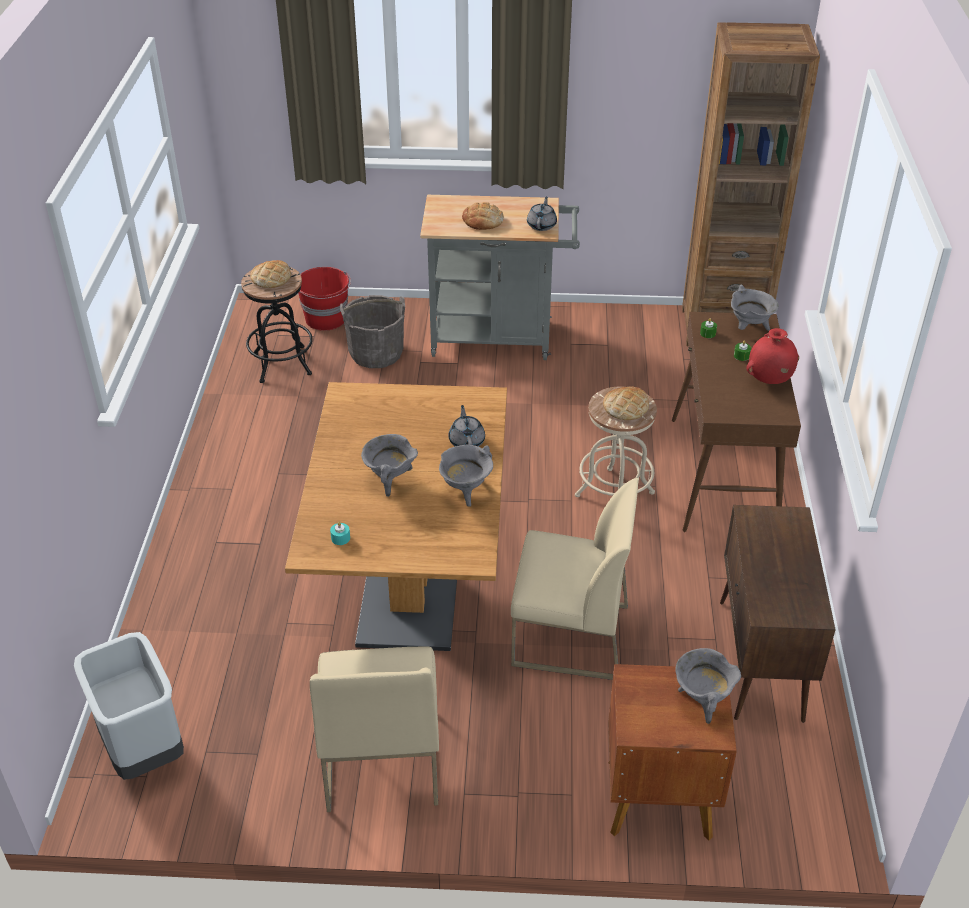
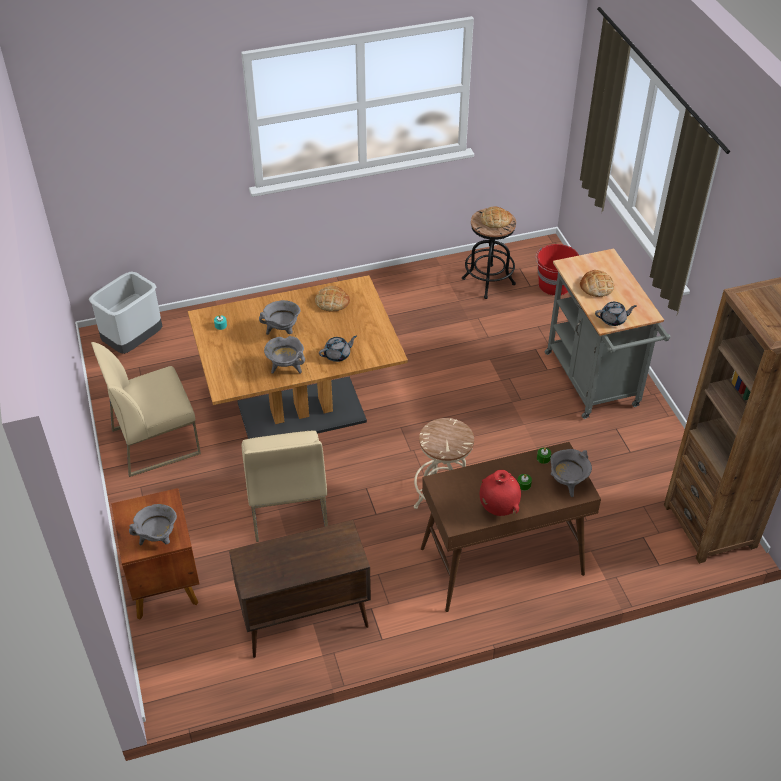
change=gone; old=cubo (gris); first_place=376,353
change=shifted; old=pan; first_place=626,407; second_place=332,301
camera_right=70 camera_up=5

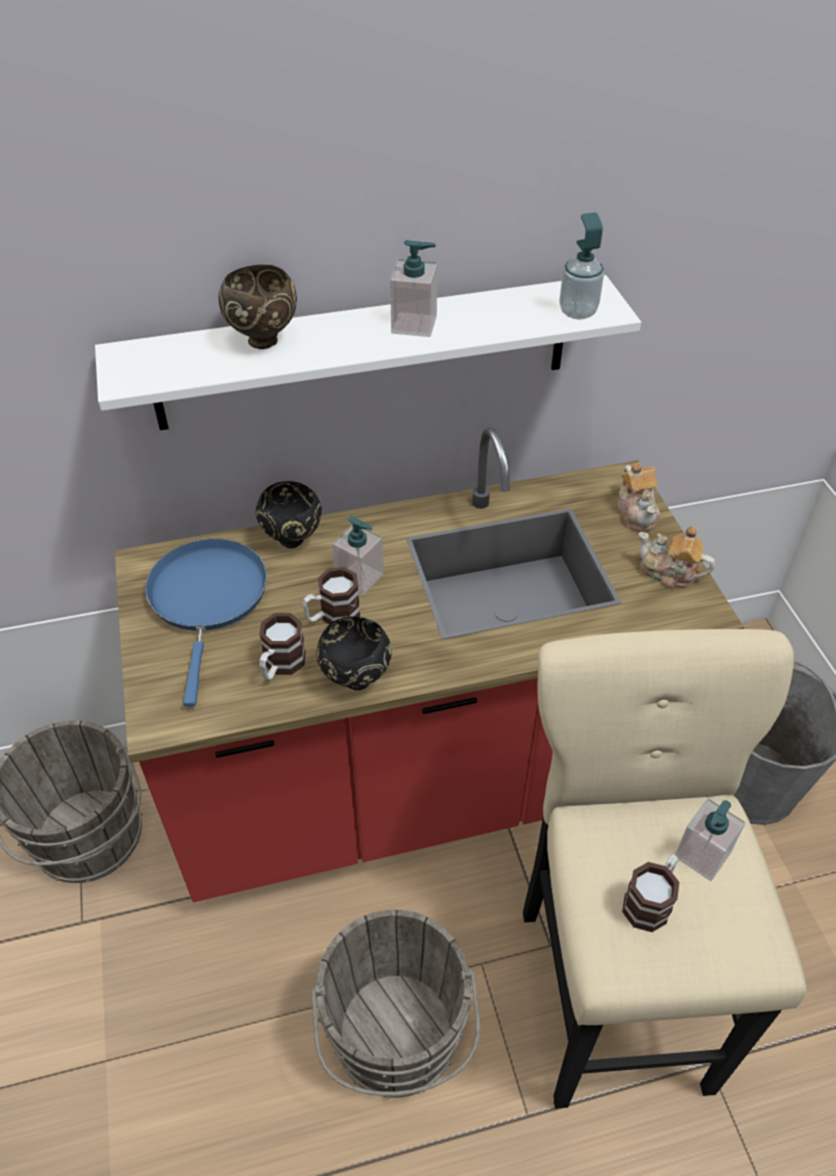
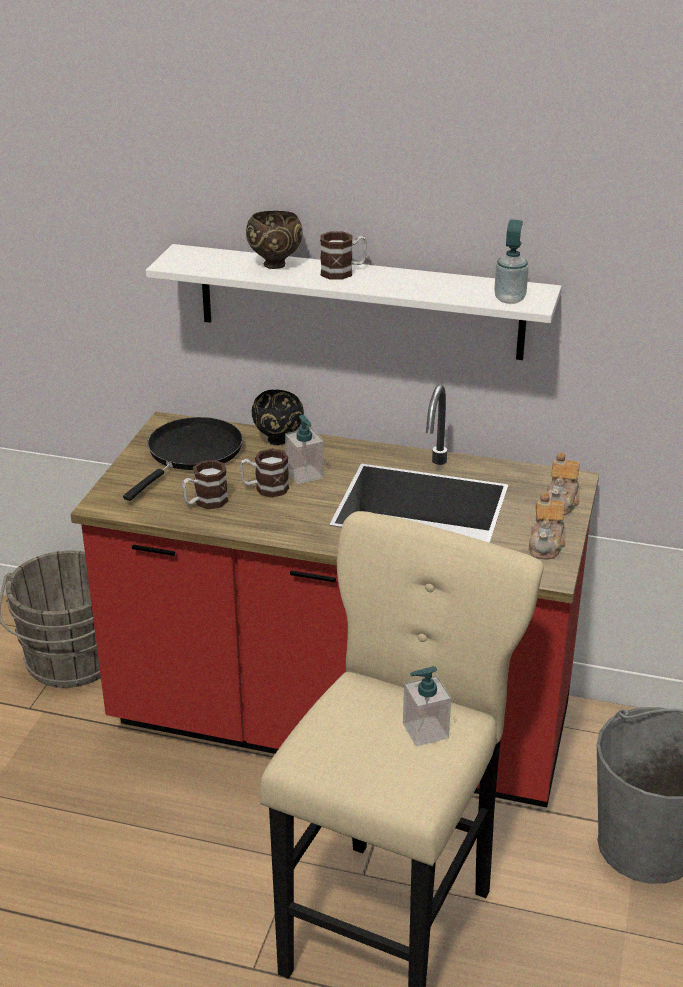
change=repainted; old=sartén (azul); new=sartén (negro); first_place=208,598; second_place=191,454
change=gone; old=cubo (gris); first_place=396,1042
change=gone; old=cuenco (negro); first_place=354,679
change=gone; old=dispensador de jabón; first_place=414,324
change=shifted; old=taza grande; first_place=650,901; second_place=343,272
change=rotated; old=tetera; first_place=669,573; second_place=546,544; degrees=-135
camera_right=30 camera_up=-15

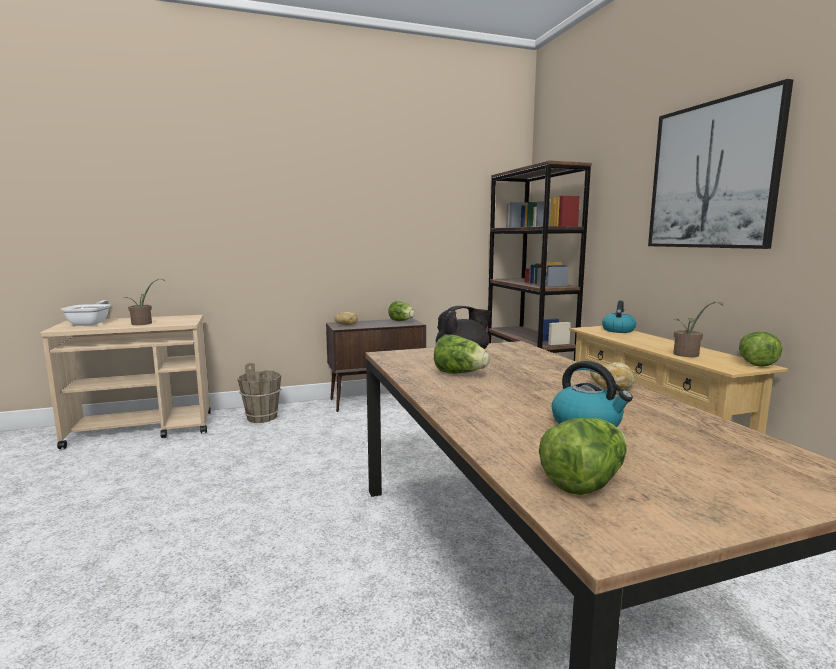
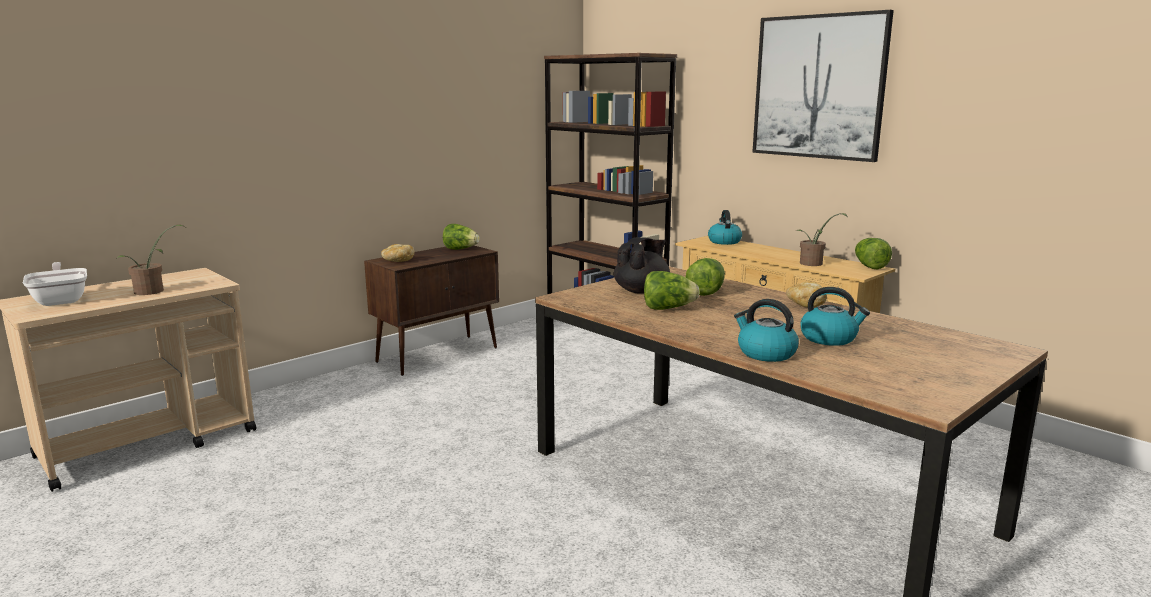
change=gone; old=cubo (marrón); first_place=262,417
change=shifted; old=lechuga; first_place=584,482; second_place=706,292
change=new; new=hervidor; second_place=765,353
camera_right=-25 camera_up=5

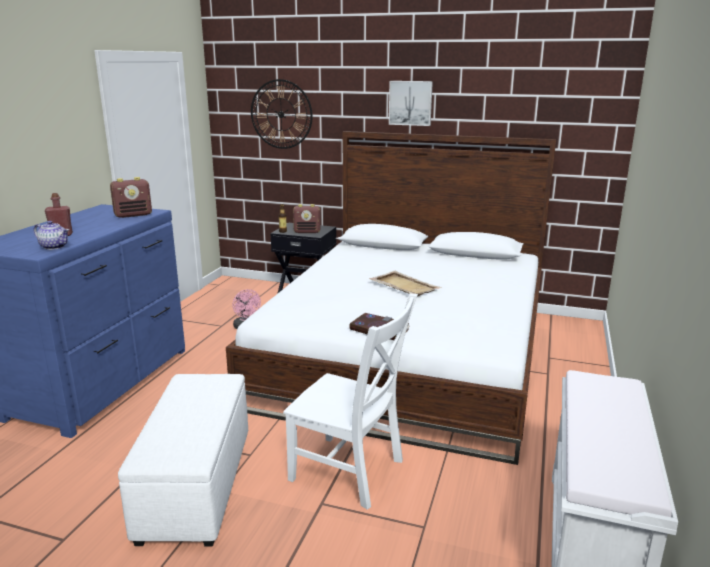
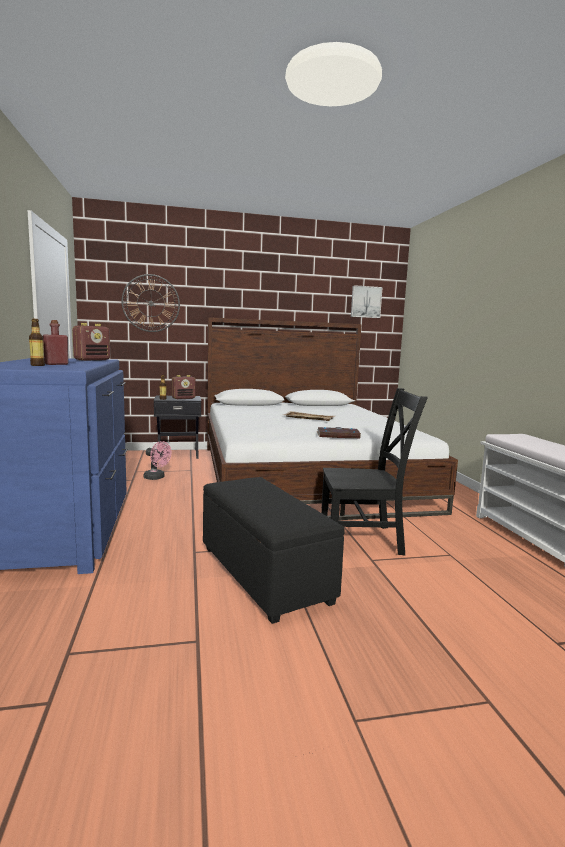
change=gone; old=tetera; first_place=54,247
change=repainted; old=puf (blanco); new=puf (negro); first_place=196,484; second_place=263,573
change=repainted; old=silla (blanco); new=silla (negro); first_place=351,472; second_place=364,540
change=shifted; old=cuadro; first_place=410,103; second_place=365,302
change=new; new=botella; second_place=37,365
camera_right=-30 camera_up=-10

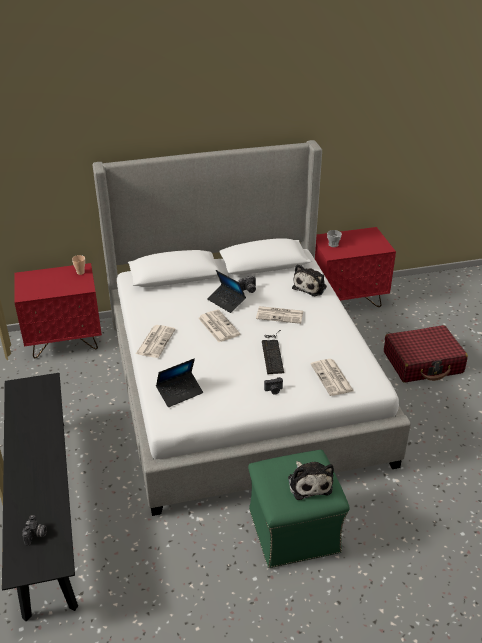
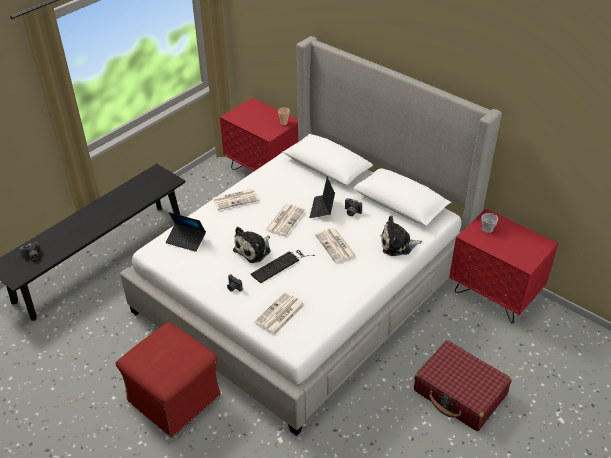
change=repainted; old=puf (verde); new=puf (rojo); first_place=295,530; second_place=175,398
change=shifted; old=peluche; first_place=309,483; second_place=254,250
camera_right=55 camera_up=5

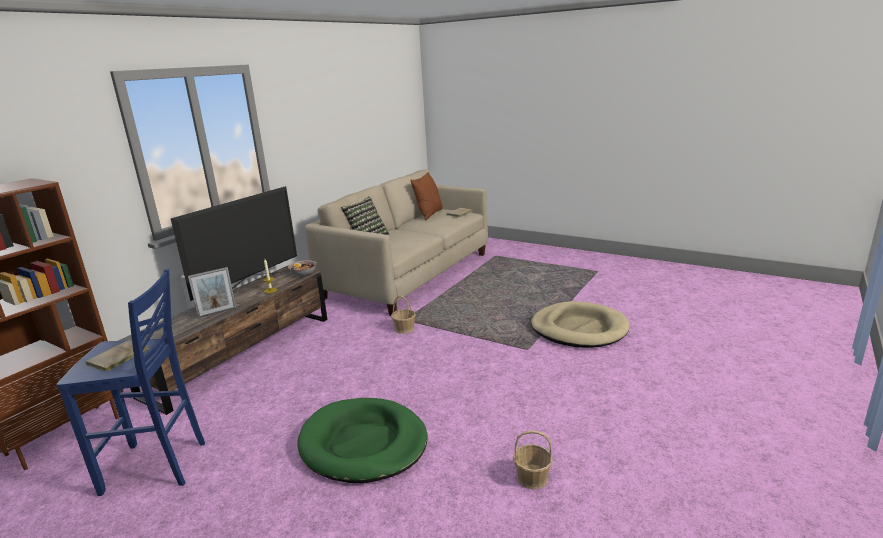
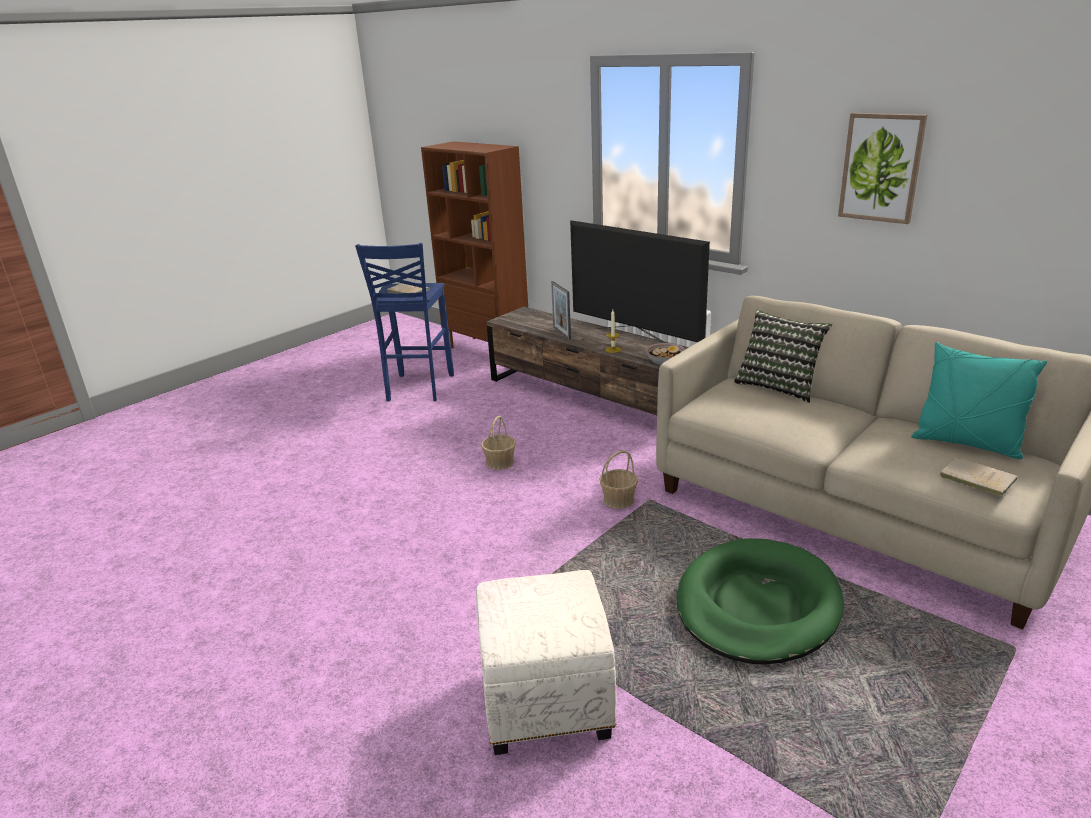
change=shifted; old=cama para perro (verde); first_place=363,444; second_place=757,606
change=repainted; old=cojín (marrón); new=cojín (turquesa); first_place=429,214; second_place=966,444
change=shifted; old=cesta; first_place=532,477; second_place=500,462
change=swapped; old=cama para perro (beis); new=puf (blanco); first_place=579,329; second_place=548,703
change=new; new=cuadro; second_place=881,167
camera_right=100 camera_up=5

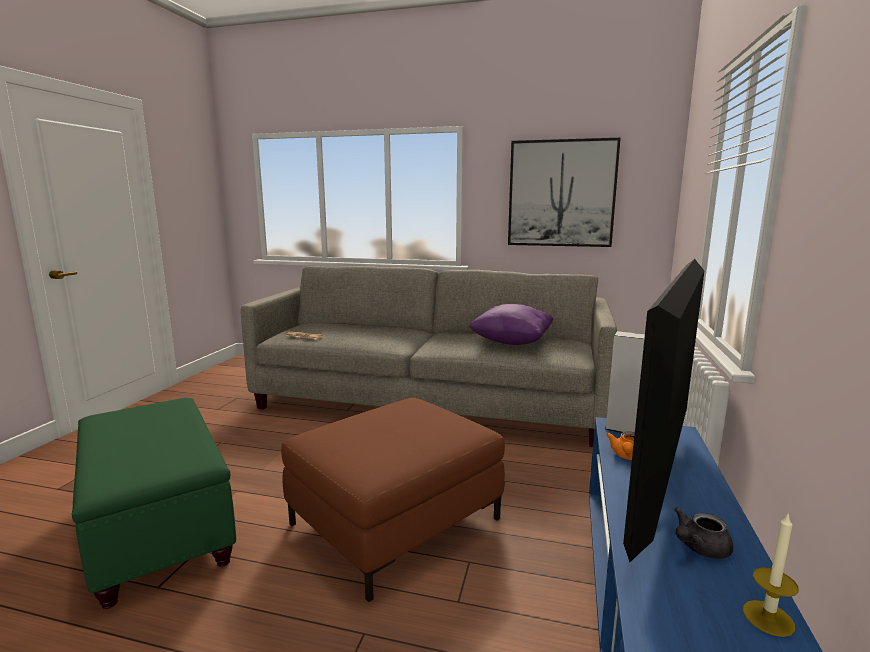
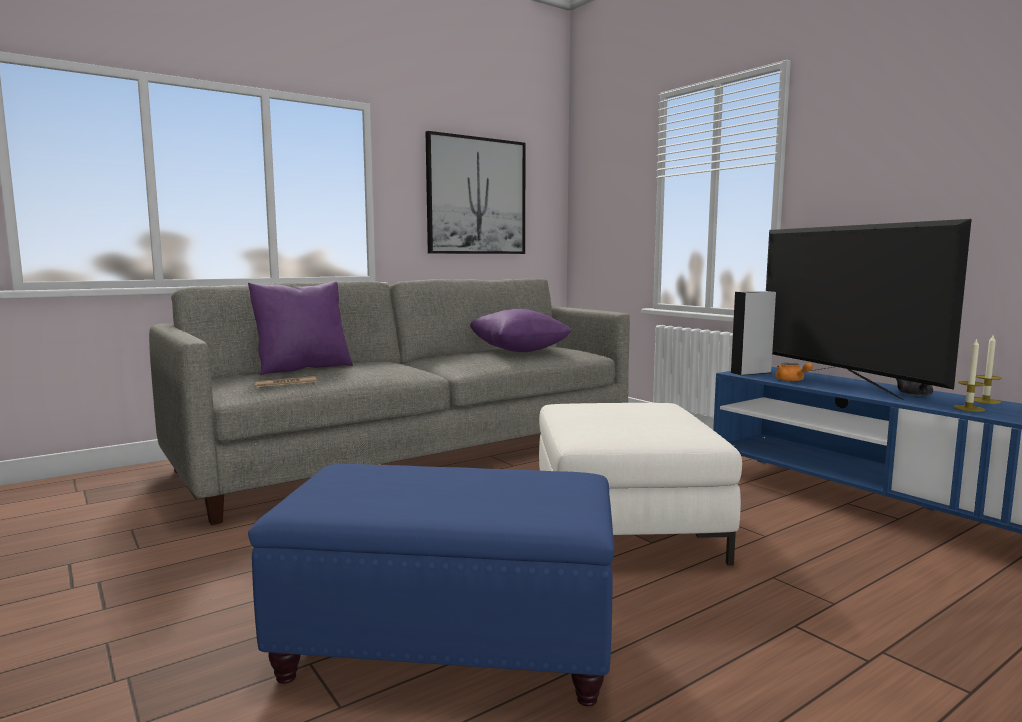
change=repainted; old=puf (verde); new=puf (azul); first_place=159,528; second_place=446,644
change=repainted; old=puf (marrón); new=puf (blanco); first_place=396,521; second_place=624,525
change=new; new=cojín (morado); second_place=302,368
change=new; new=vela; second_place=968,408
camera_right=-50 camera_up=-5

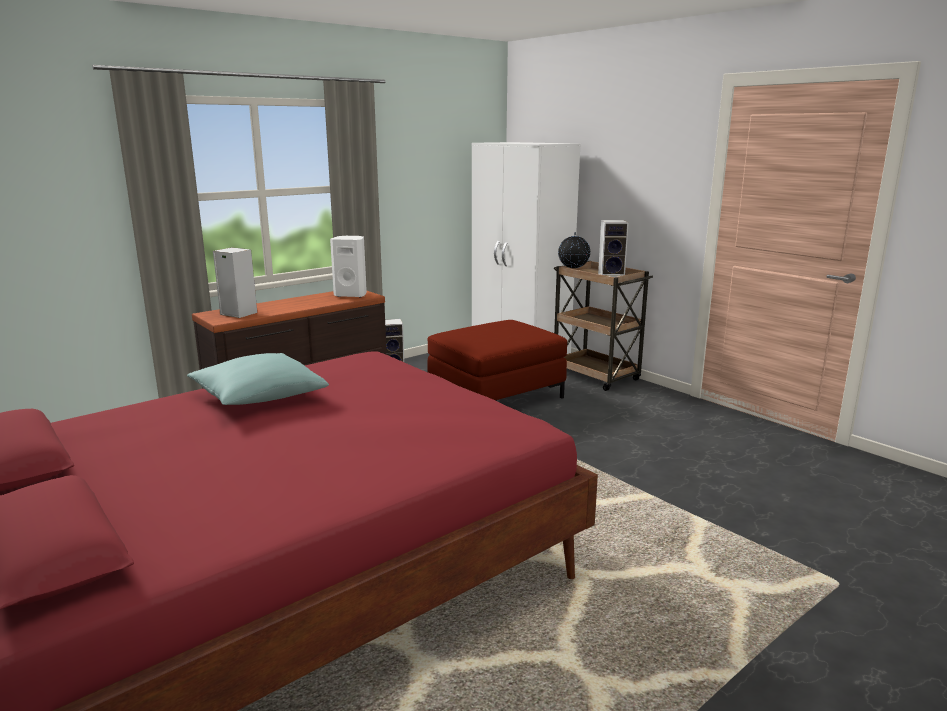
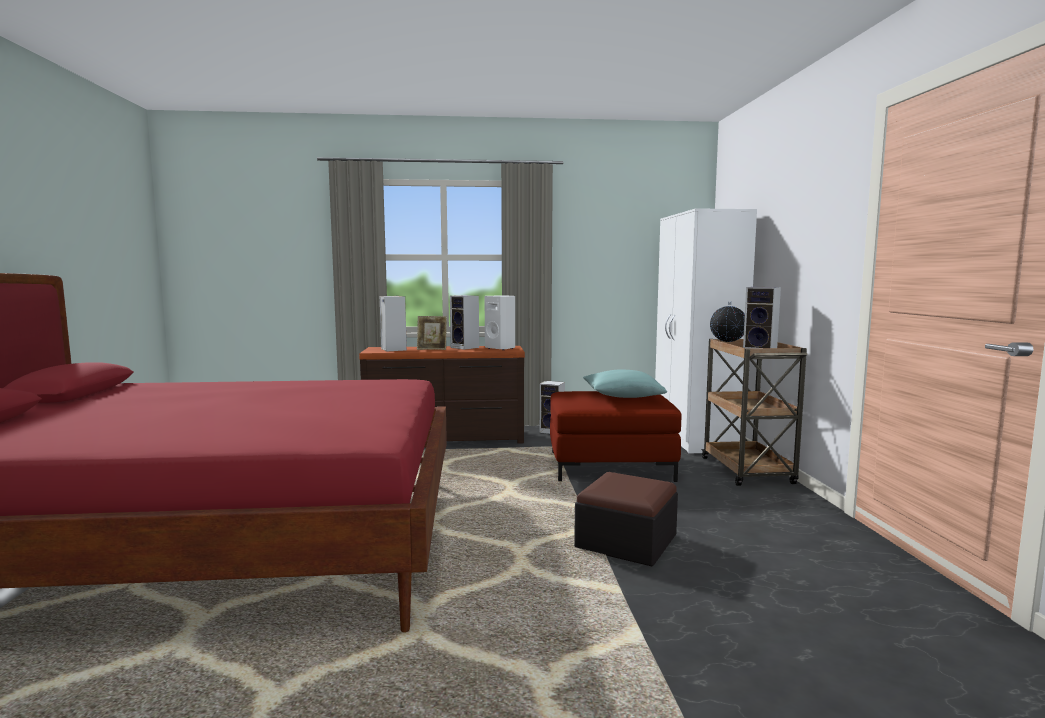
change=shifted; old=cojín (turquesa); first_place=258,397; second_place=622,396
change=new; new=portarretratos; second_place=432,349
change=new; new=altavoz; second_place=466,347
change=new; new=puf; second_place=626,541
camera_right=35 camera_up=-10

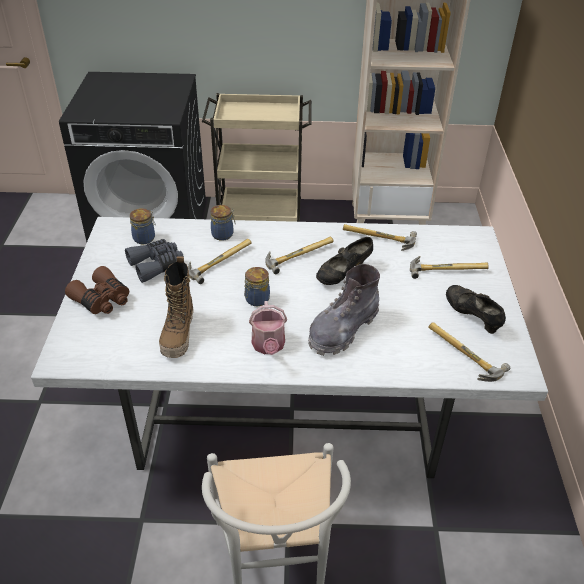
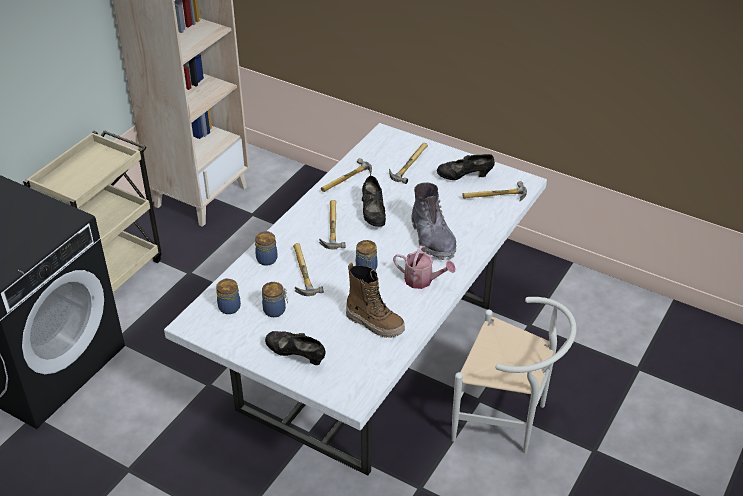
change=swapped; old=prismáticos (marrón); new=zapato (negro); first_place=102,300; second_place=296,356
change=swapped; old=prismáticos (gris); new=tarro; first_place=156,265; second_place=275,310
camera_right=-60 camera_up=0

